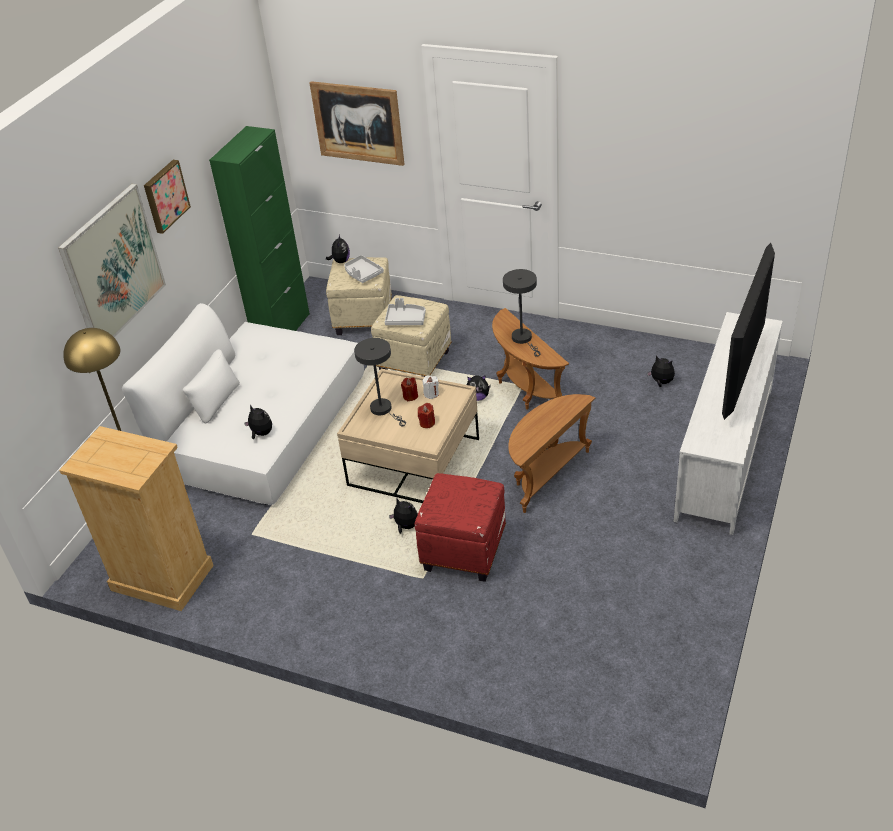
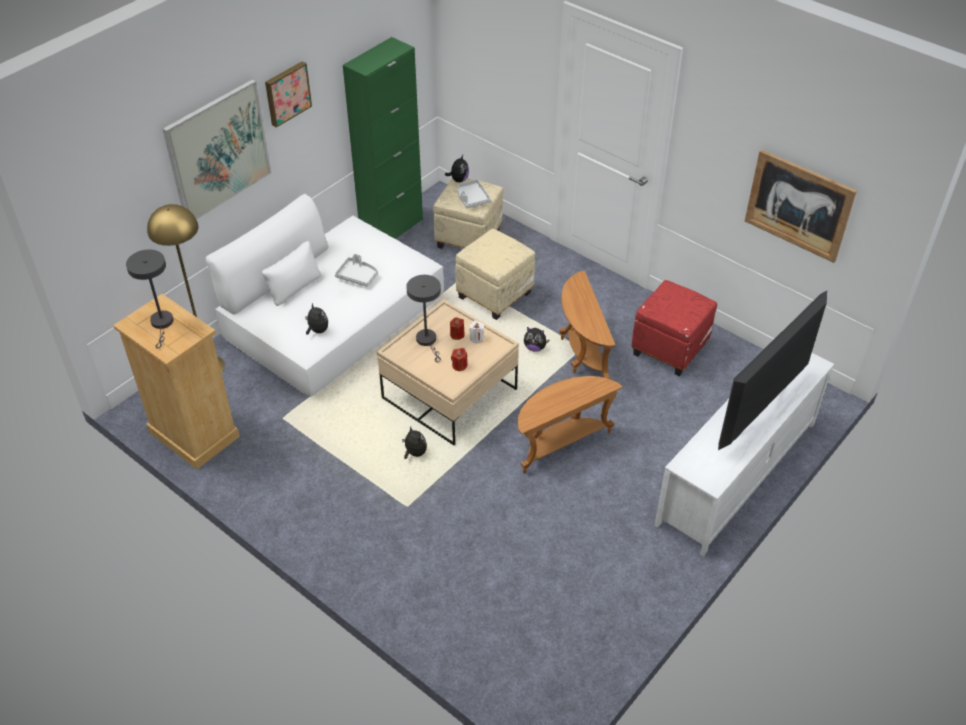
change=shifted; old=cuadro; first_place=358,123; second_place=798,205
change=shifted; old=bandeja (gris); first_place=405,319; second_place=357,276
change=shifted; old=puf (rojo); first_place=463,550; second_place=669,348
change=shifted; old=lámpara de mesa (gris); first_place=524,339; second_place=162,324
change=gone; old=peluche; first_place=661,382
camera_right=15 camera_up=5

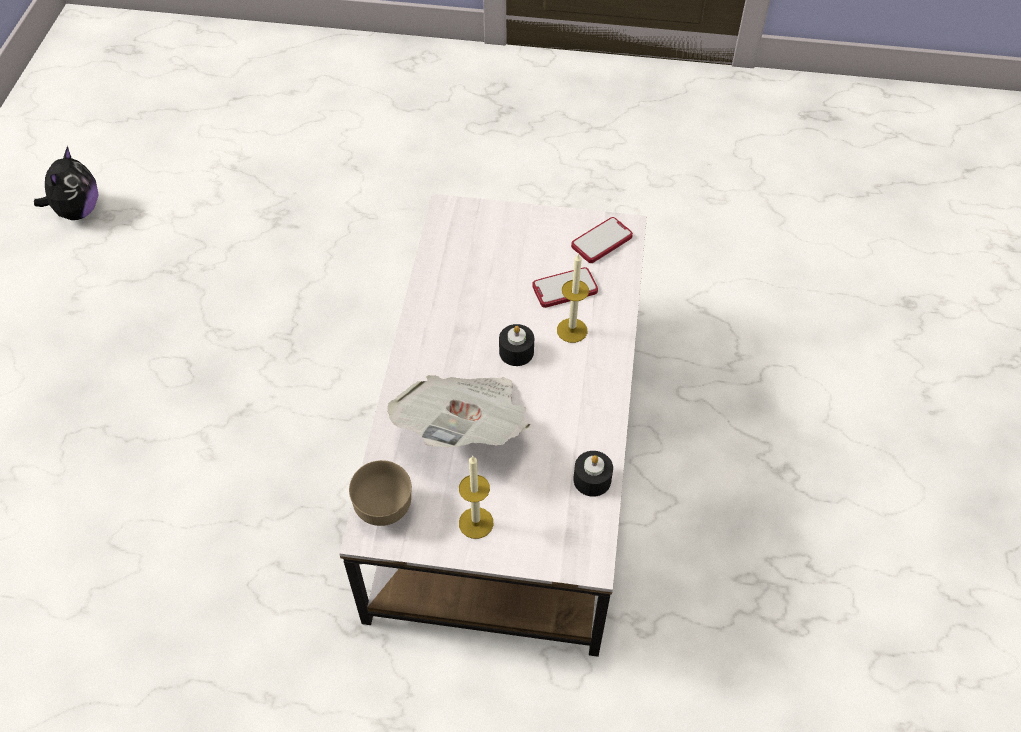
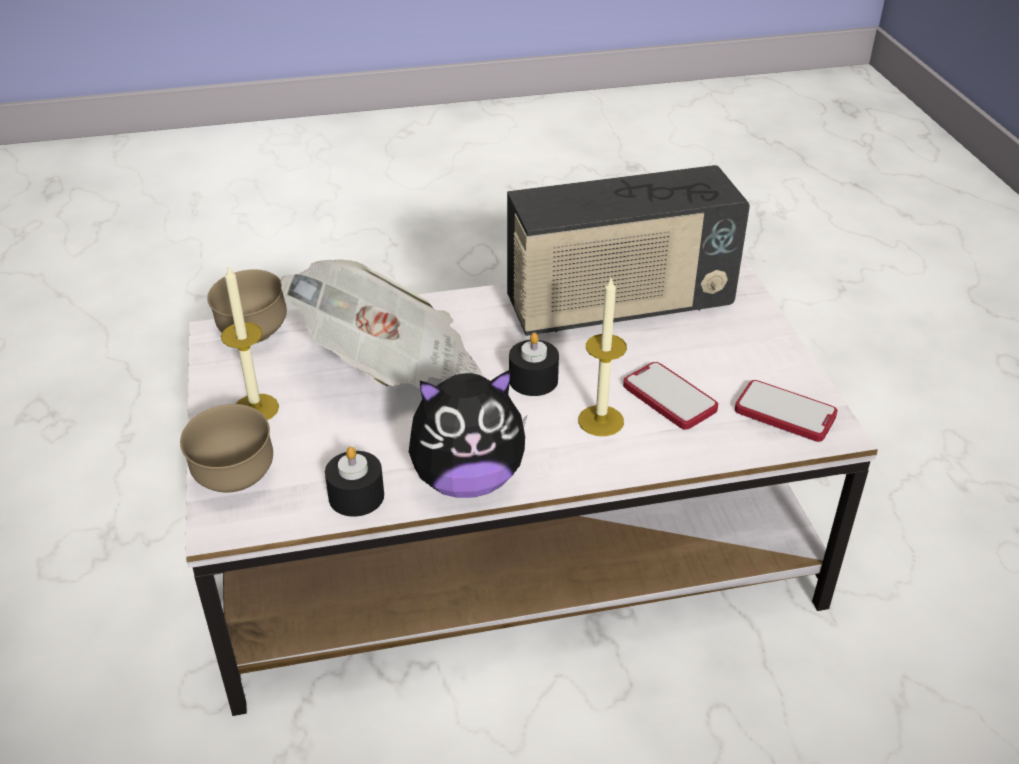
change=shifted; old=peluche; first_place=78,211; second_place=467,480
change=new; new=cuenco (marrón); second_place=235,482
change=new; new=radio; second_place=618,307
camera_right=70 camera_up=-15

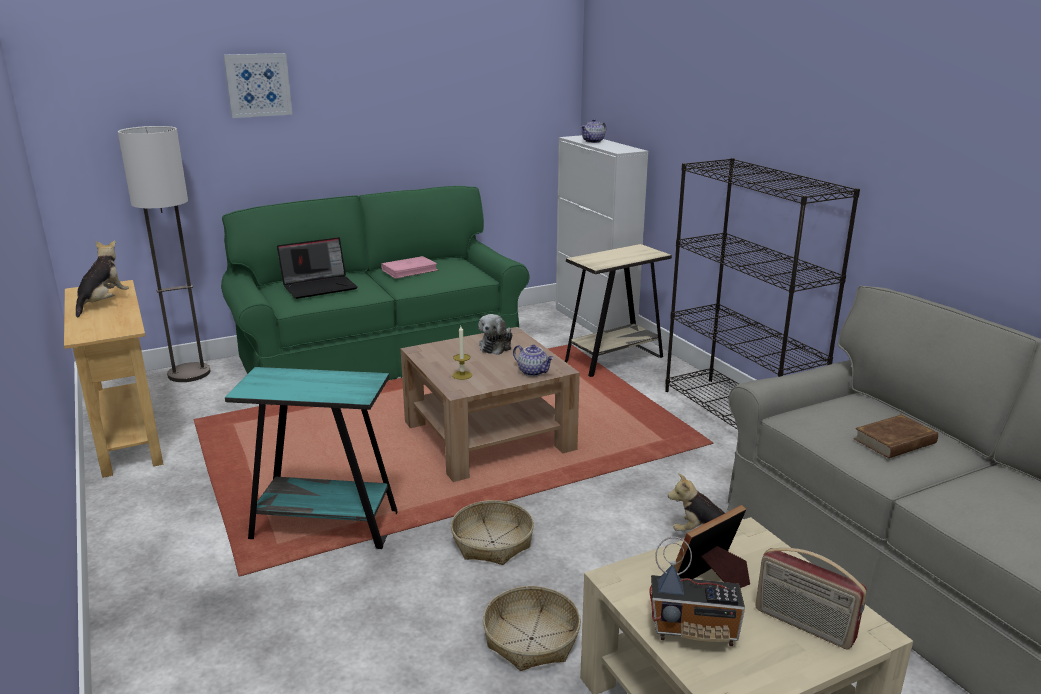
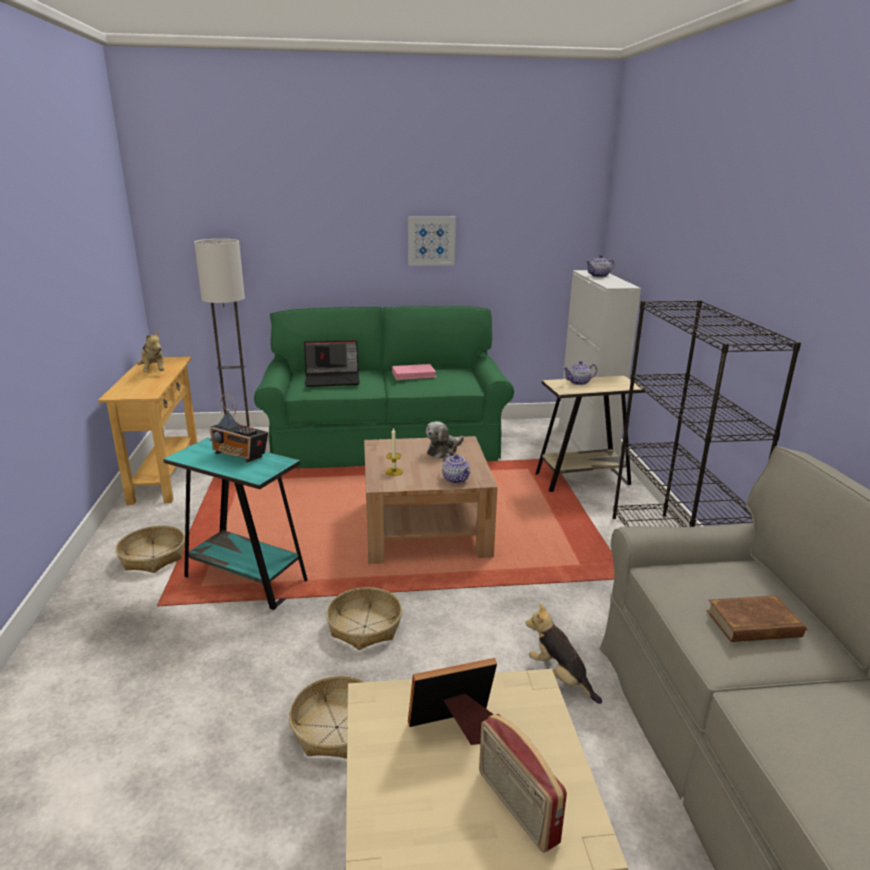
change=rotated; old=peluche; first_place=103,303; second_place=154,371; degrees=120
change=shifted; old=cuadro; first_place=258,85; second_place=431,240
change=shifted; old=radio; first_place=694,631; second_place=240,455
change=new; new=cesta; second_place=153,557
change=new; new=tetera; second_place=579,382
camera_right=20 camera_up=0

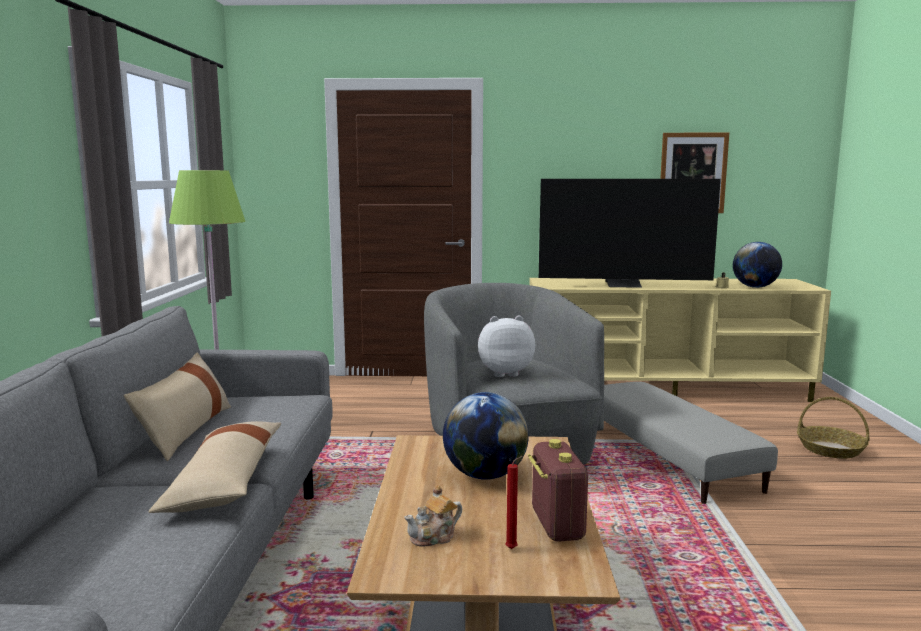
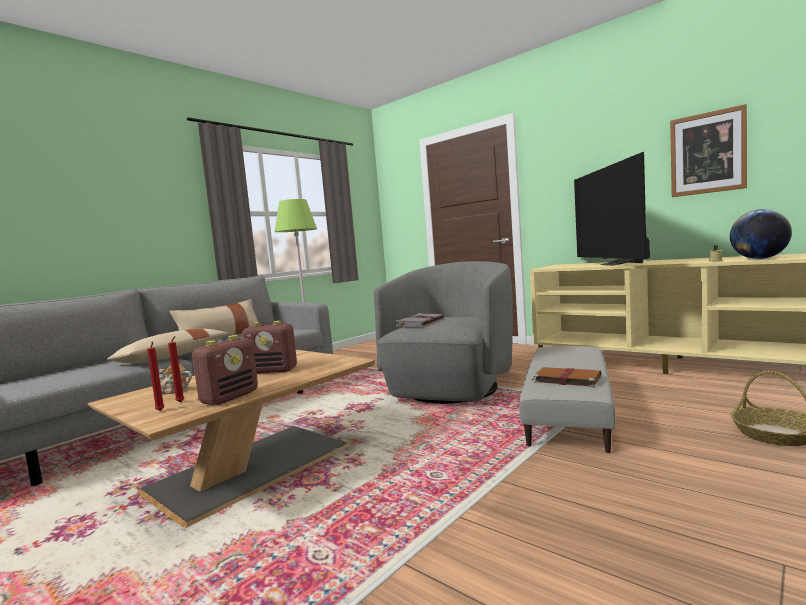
change=swapped; old=globo terráqueo; new=radio; first_place=485,475; second_place=273,370
change=swapped; old=peluche; new=libro (gris); first_place=504,373; second_place=420,322
change=rotated; old=televisor; first_place=624,285; second_place=616,264; degrees=45
change=new; new=vela (rojo); second_place=160,411
change=new; new=libro (marrón); second_place=566,379
camera_right=40 camera_up=-5

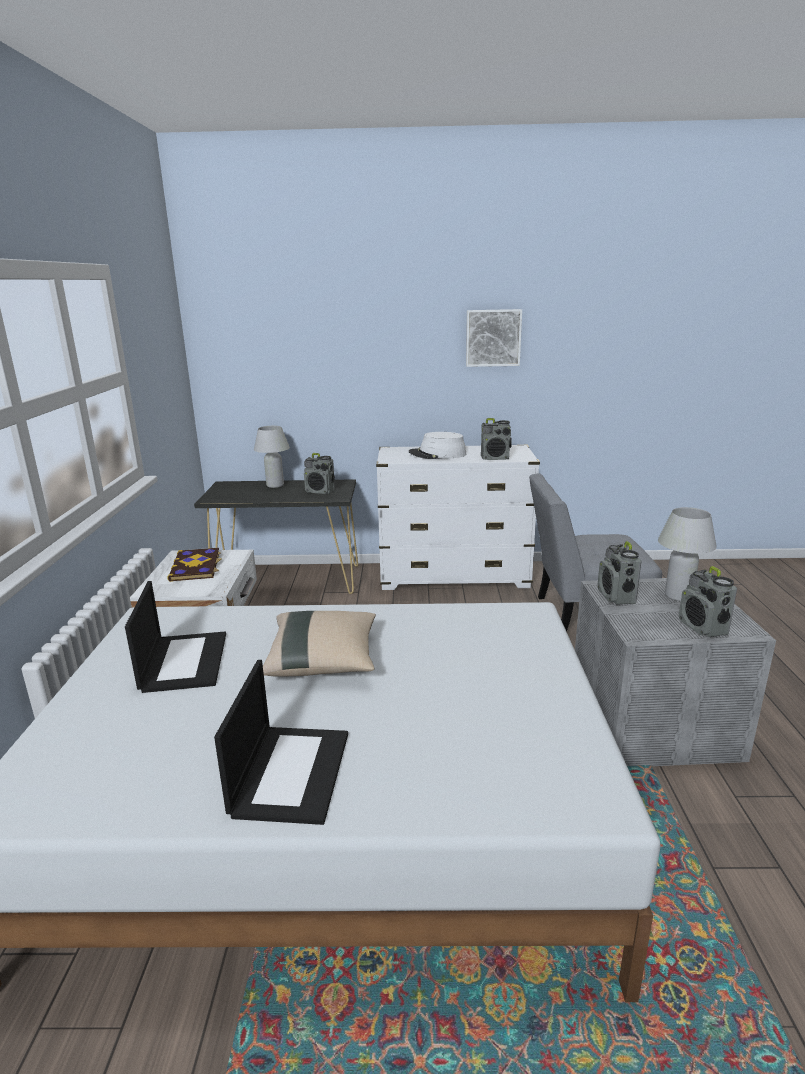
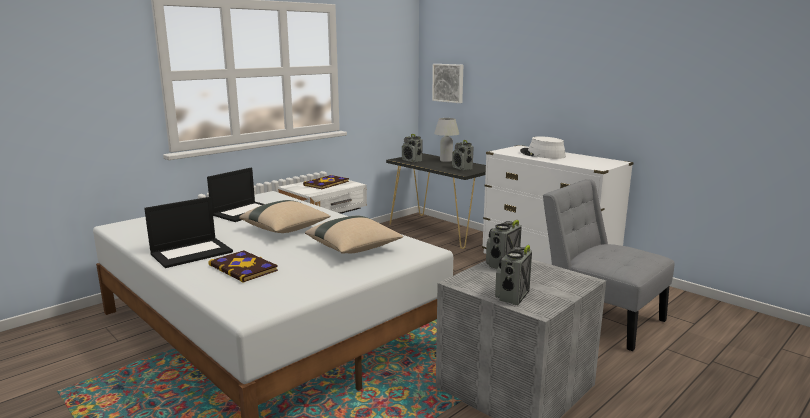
change=shifted; old=cuadro; first_place=493,338; second_place=448,83
change=shifted; old=radio; first_place=495,458; second_place=412,161
change=gone; old=lámpara de mesa (blanco); first_place=678,596
change=new; new=libro; second_place=244,268
change=new; new=cojín (beis); second_place=354,249
camera_right=45 camera_up=-5

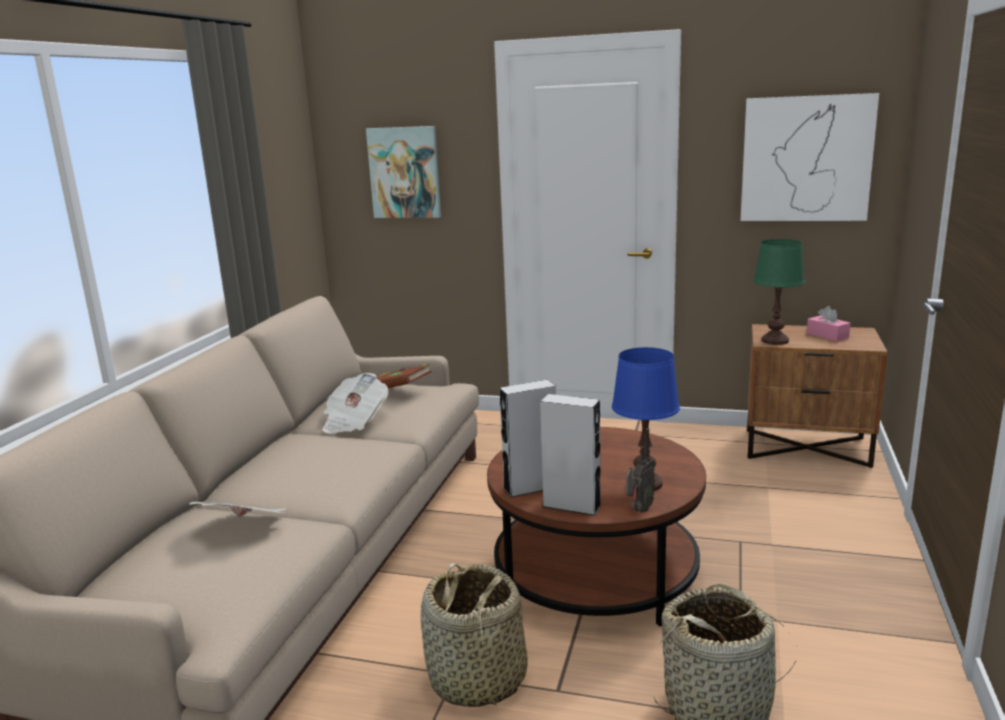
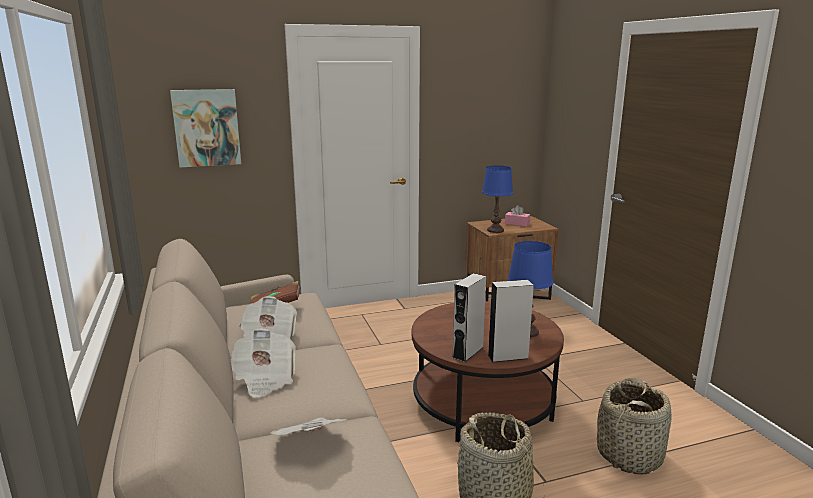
change=gone; old=radio; first_place=638,510
change=gone; old=cuadro; first_place=806,159
change=repainted; old=lámpara de mesa (verde); new=lámpara de mesa (azul); first_place=775,340; second_place=495,230
change=new; new=periódico; second_place=264,378
camera_right=-35 camera_up=0

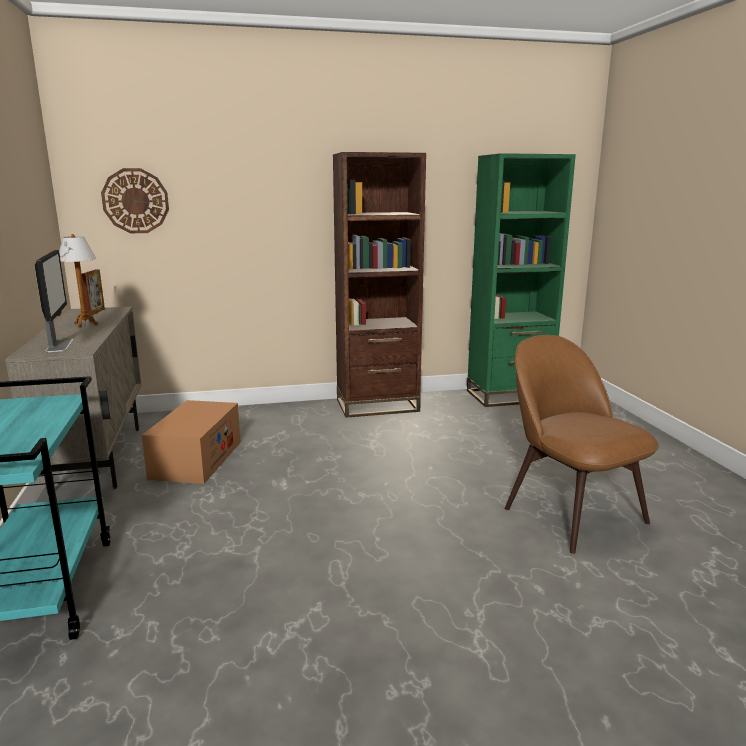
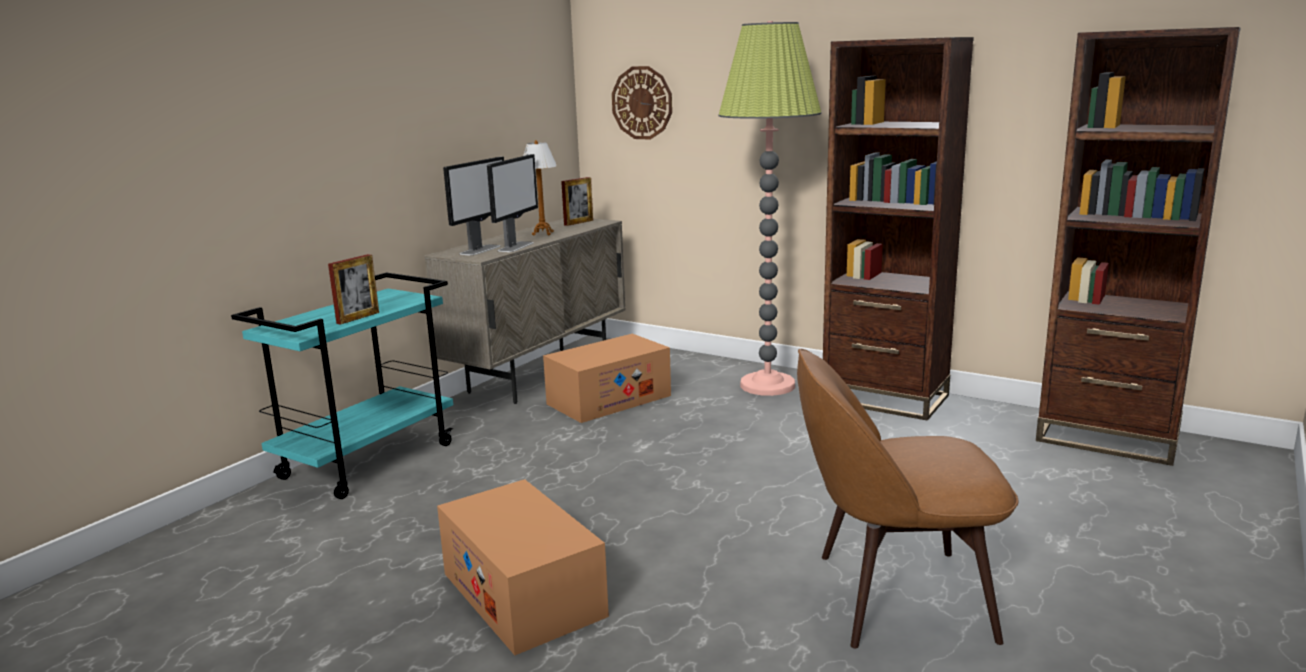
change=repainted; old=estantería (verde); new=estantería (marrón); first_place=509,396; second_place=1107,438
change=rotated; old=silla (marrón); first_place=570,512; second_place=895,596; degrees=-105
change=new; new=portarretratos; second_place=358,318
change=new; new=caja de cartón; second_place=523,594
change=new; new=monitor; second_place=516,246
change=new; new=lámpara de pie; second_place=767,385
camera_right=45 camera_up=0

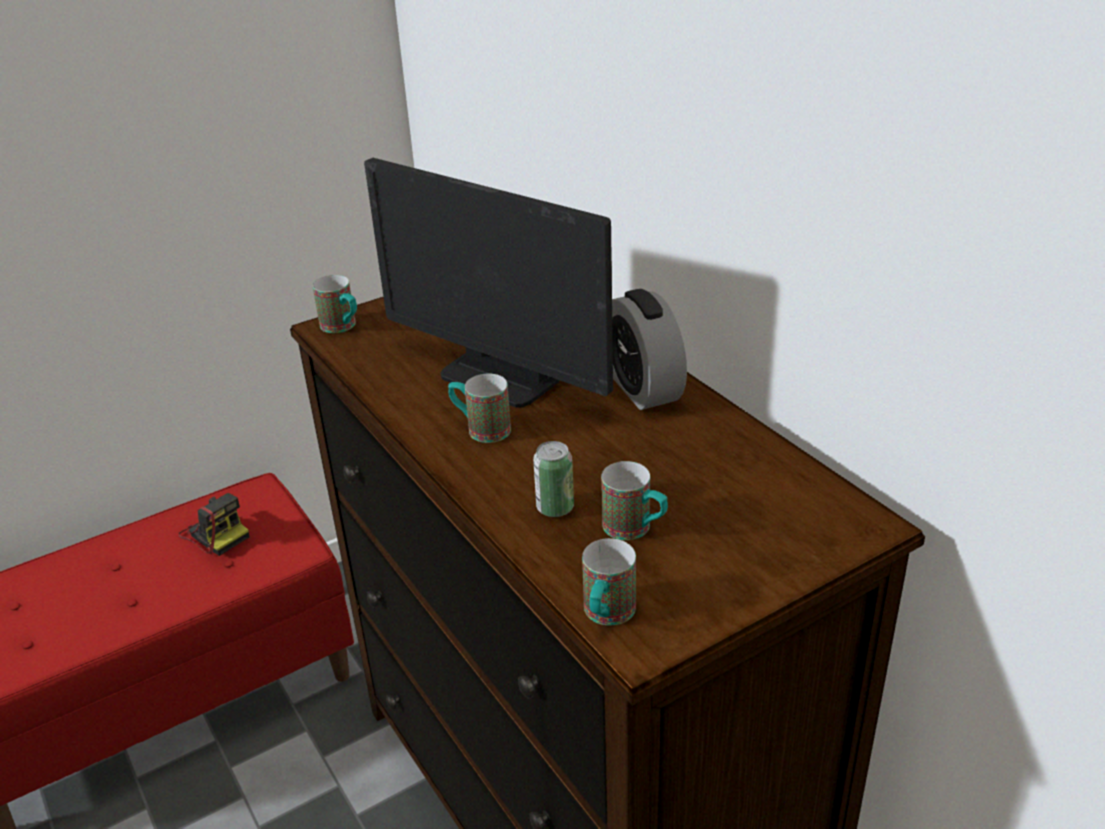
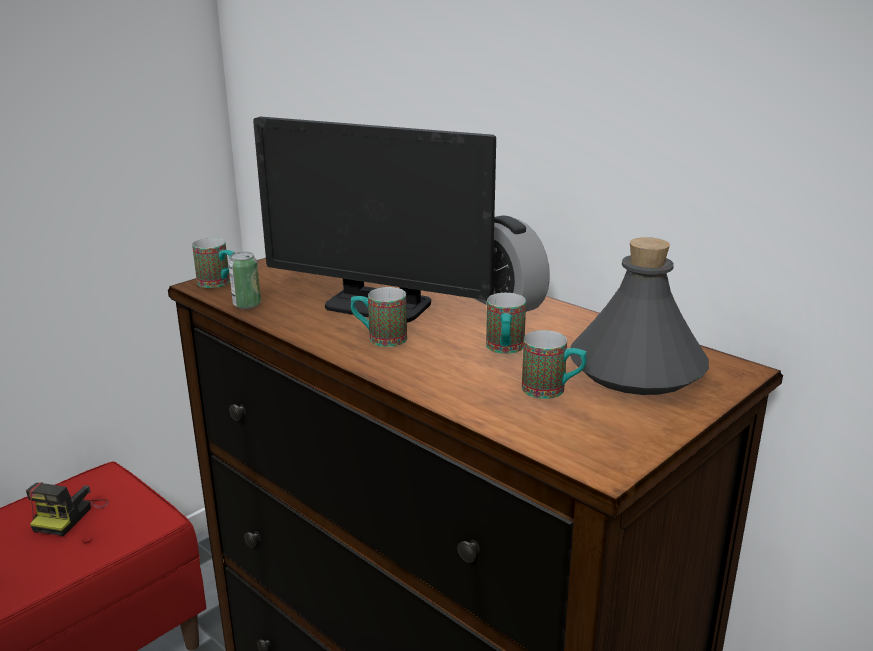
change=rotated; old=cámara; first_place=216,533; second_place=69,515; degrees=75
change=shifted; old=lata; first_place=555,508; second_place=247,305
change=shifted; old=taza grande; first_place=606,616; second_place=505,349
change=new; new=botella (gris); second_place=635,369
camera_right=-15 camera_up=-10

